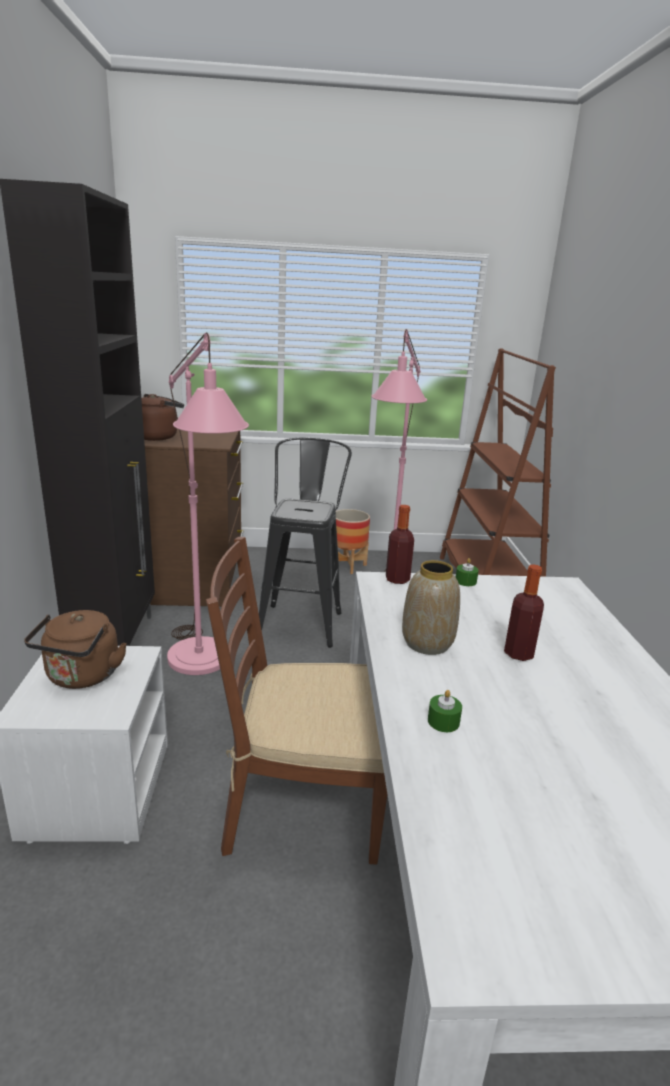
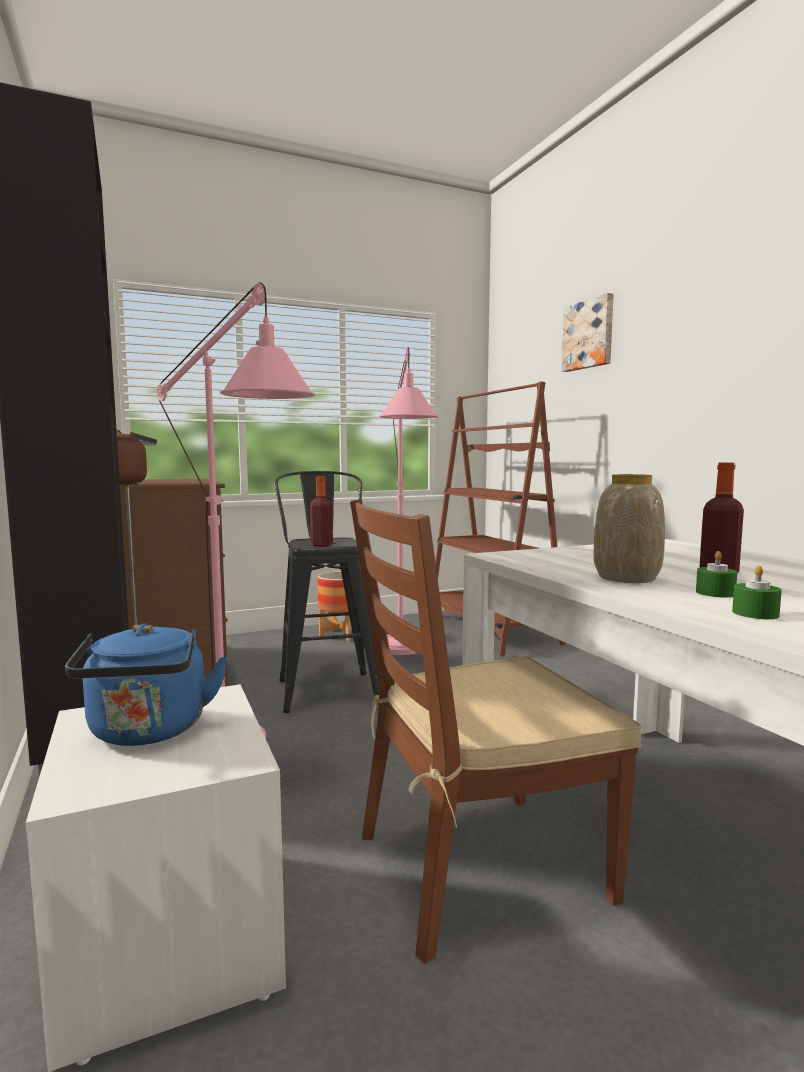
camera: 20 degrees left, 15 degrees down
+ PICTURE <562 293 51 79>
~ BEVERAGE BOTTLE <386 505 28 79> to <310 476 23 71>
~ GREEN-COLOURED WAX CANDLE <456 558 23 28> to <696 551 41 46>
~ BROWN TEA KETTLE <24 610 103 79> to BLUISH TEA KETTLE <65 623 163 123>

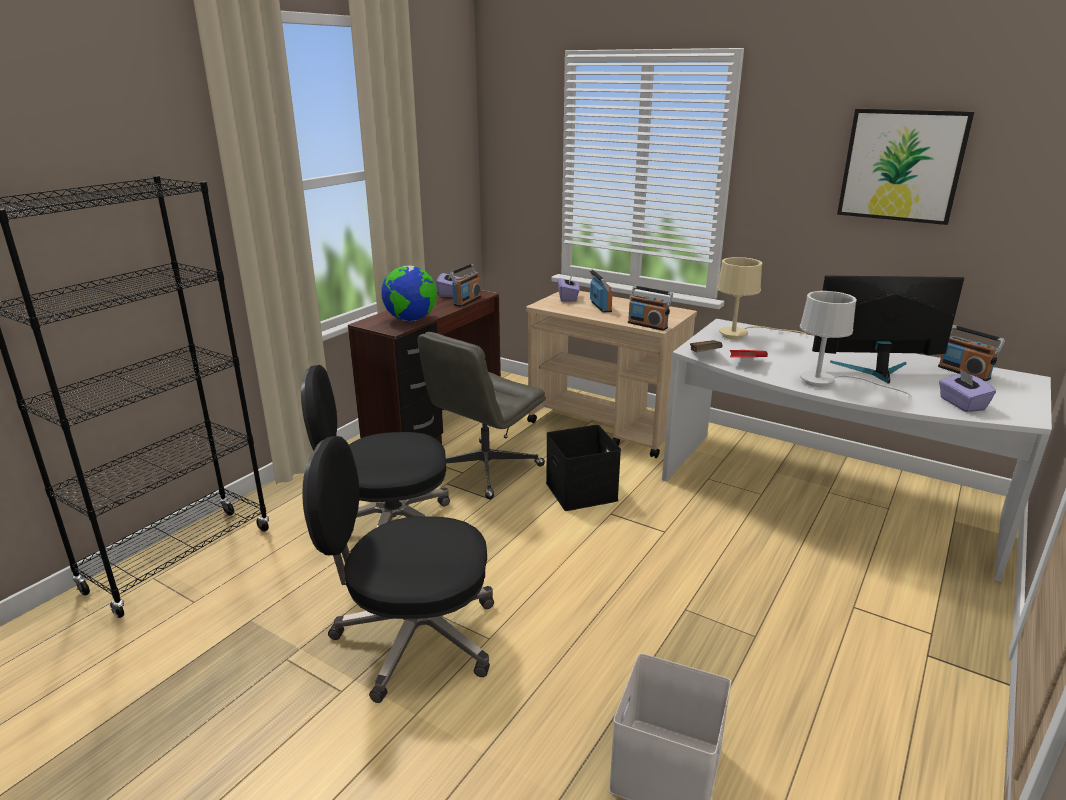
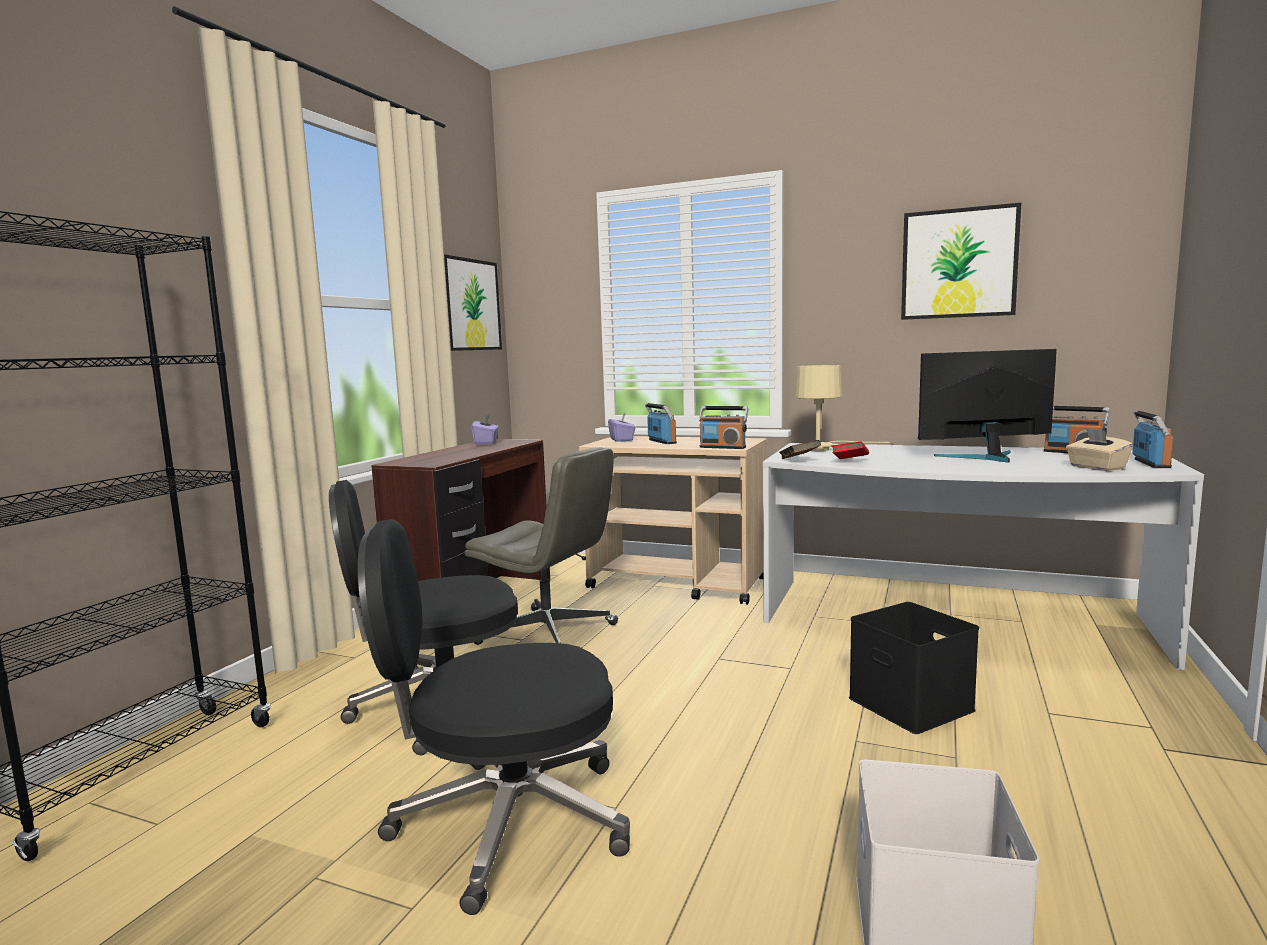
camera: 10 degrees left, 15 degrees down
- WORLD GLOBE <382 266 55 55>
- WHITE TABLETOP LAMP <800 291 112 106>
+ PICTURE <444 254 58 97>
~ RADIO SET <449 264 32 43> to <1132 411 42 57>
~ BLACKISH STORAGE CONTAINER <546 425 75 86> to <849 602 130 132>
~ PURPLE-COLOURED BOX OF TISSUES <939 369 57 43> to BEIGE-COLOURED BOX OF TISSUES <1066 428 67 43>
~ GREYISH OFFICE CHAIR <418 332 128 167> = <464 447 154 198> 90 degrees counterclockwise

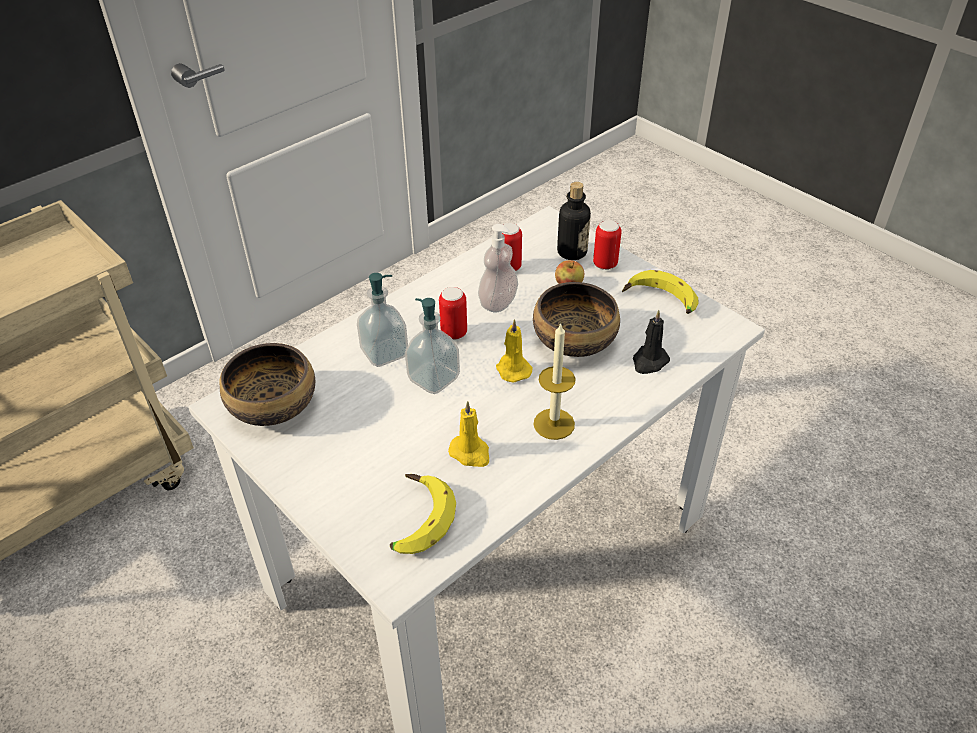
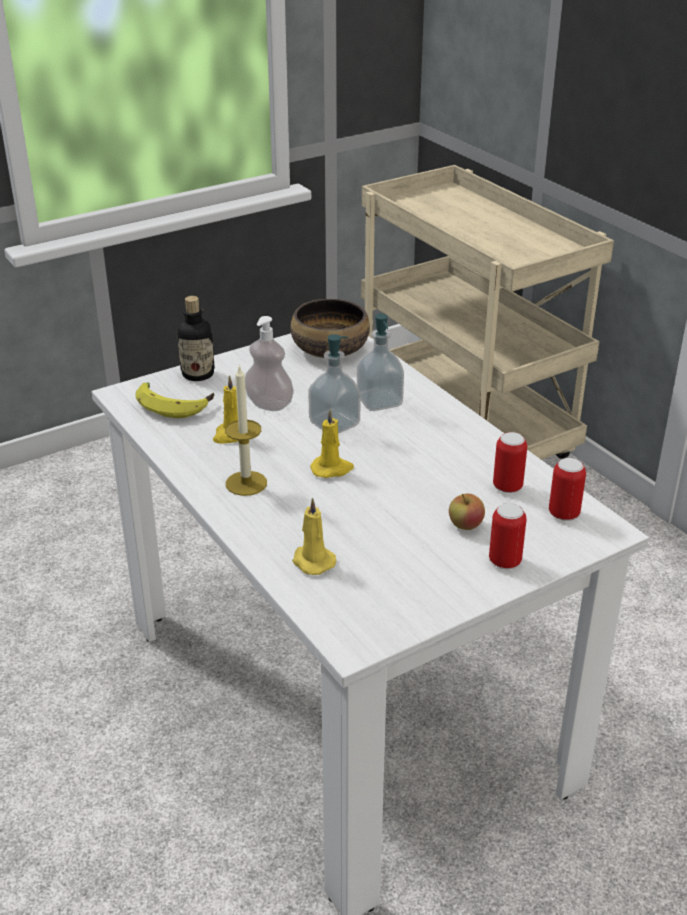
camera: 100 degrees right, 10 degrees down
- BOWL <533 282 87 75>
- BANANA FRUIT <622 270 77 44>
~ SEALED CAN <439 287 28 53> to <549 458 37 63>
~ SOAP BOTTLE <478 224 40 89> to <245 316 49 95>
~ BEVERAGE BOTTLE <557 182 34 78> to <177 296 38 85>
~ BLACKISH WAX CANDLE <633 310 37 64> to YELLOW-COLOURED WAX CANDLE <292 498 44 77>

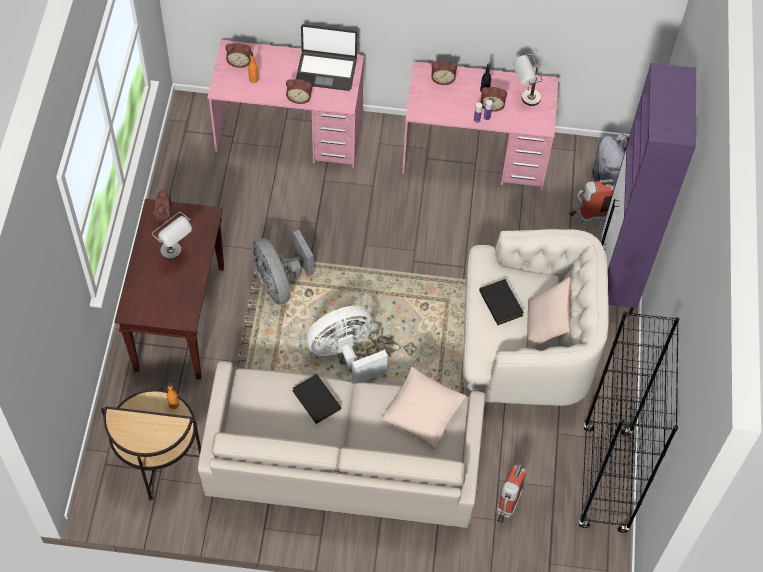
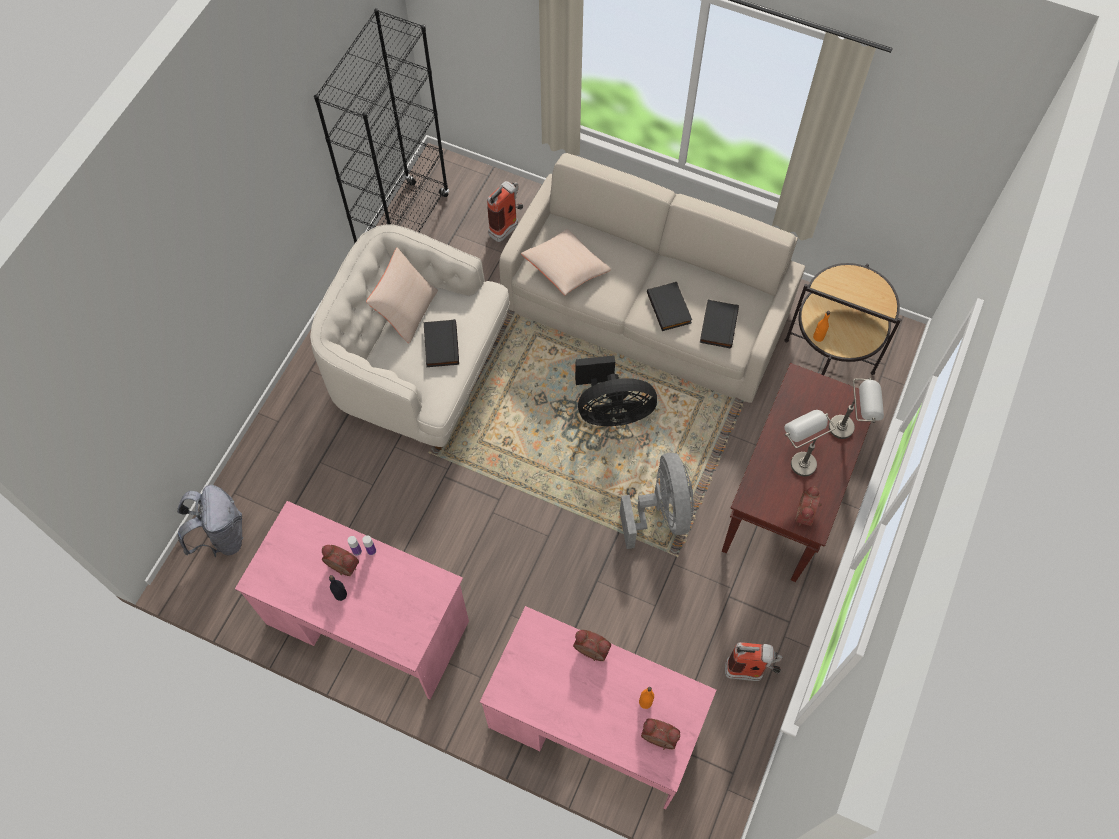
camera: 160 degrees left, 5 degrees up
- LAPTOP <296 24 61 67>
- ALARM CLOCK <431 60 26 25>
- PURPLE-COLOURED STORAGE CABINET <601 63 95 252>
+ BLACKISH BOOK <700 300 39 48>
~ GREYISH TABLETOP LAMP <513 54 30 52> to <829 378 55 61>
~ FIRE-FIGHTING CYLINDER <569 179 45 45> to <725 642 58 39>
~ WHITE ELECTRIC FAN <306 306 82 78> to BLACKISH ELECTRIC FAN <575 355 82 71>

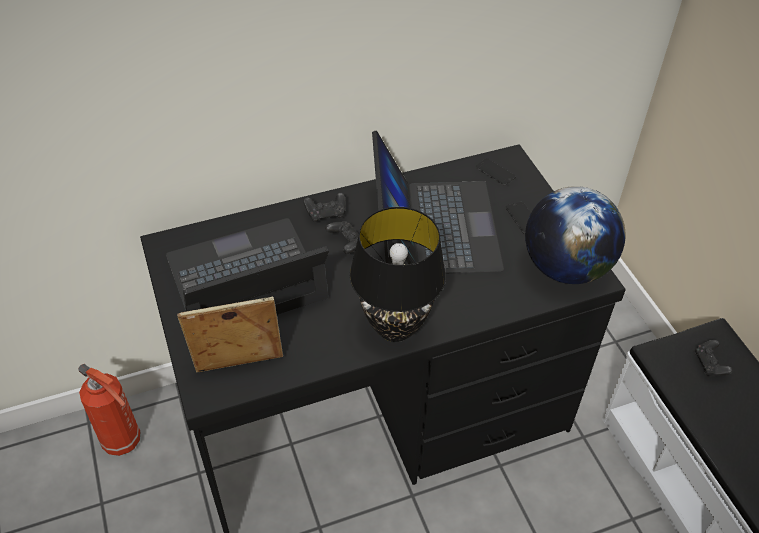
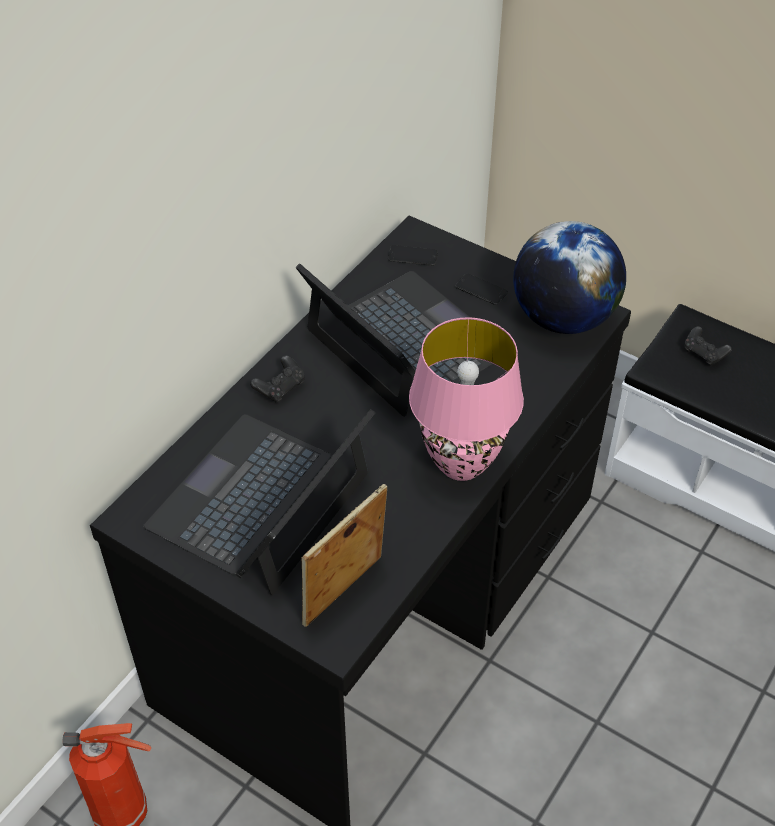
camera: 35 degrees left, 0 degrees up
- BLACKISH JOYPAD <325 221 34 33>
~ BLACKISH TABLETOP LAMP <350 207 96 135> to PINKISH TABLETOP LAMP <409 317 115 164>

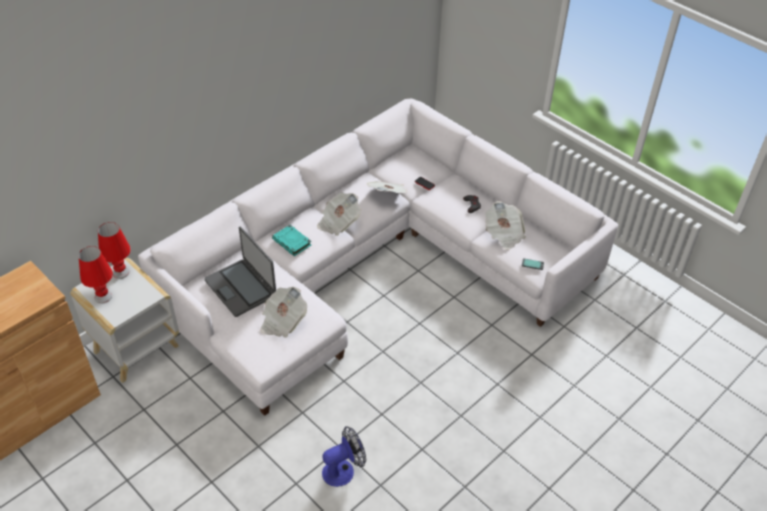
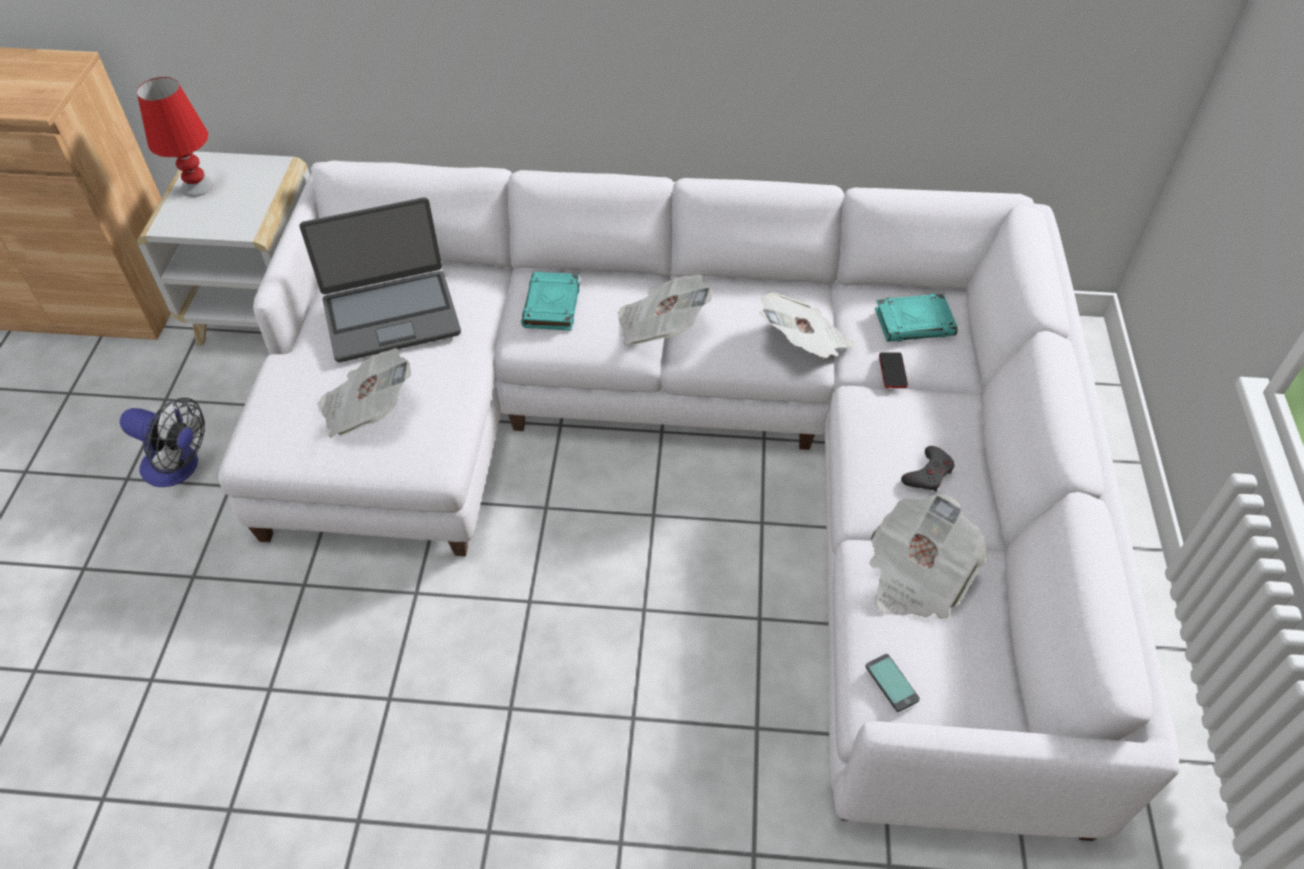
camera: 50 degrees right, 5 degrees up
- REDDISH TABLETOP LAMP <98 222 33 57>
+ TURQUOISE BOOK <875 294 83 48>
~ ELECTRIC FAN <322 426 44 61> to <120 398 85 89>
~ LAPTOP <204 227 72 90> = <300 197 161 165> 120 degrees counterclockwise

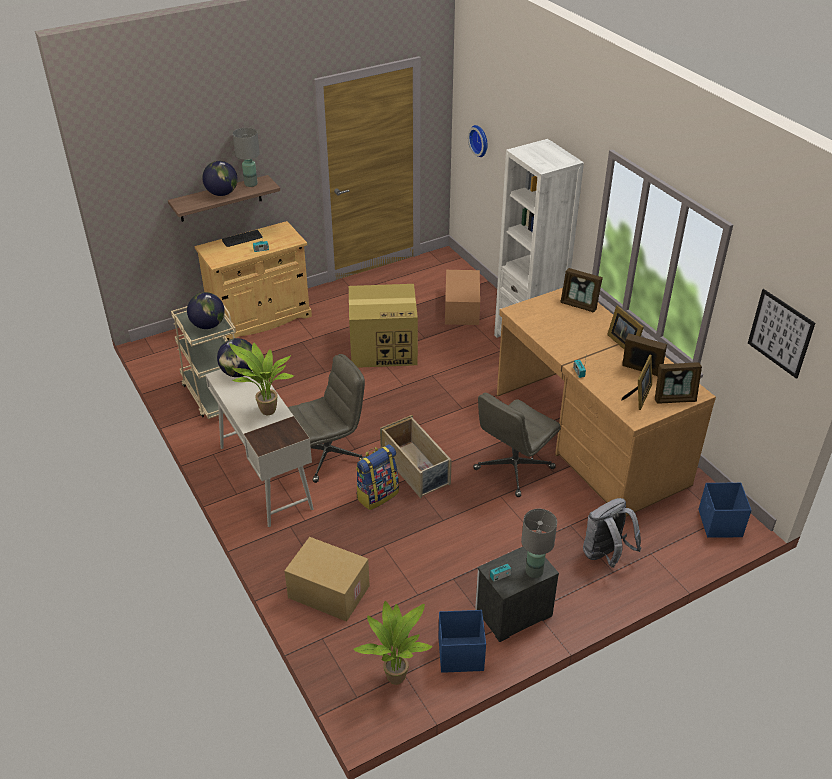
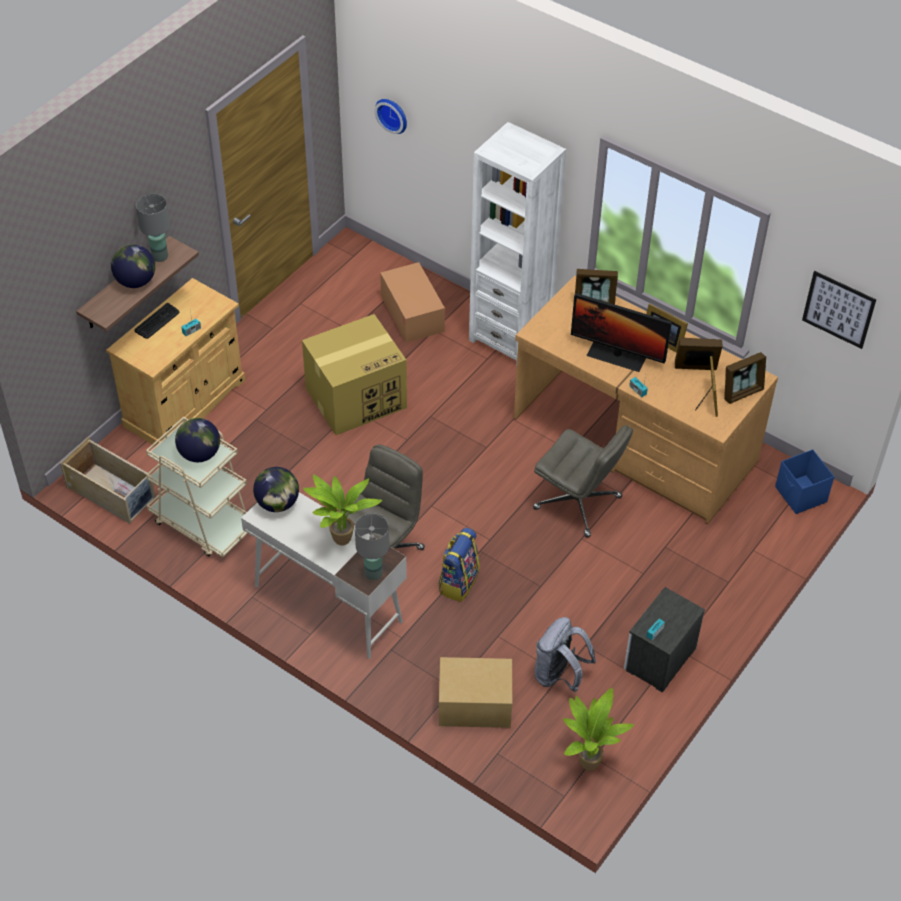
camera: 25 degrees left, 10 degrees up
- BLUISH STORAGE CONTAINER <438 610 48 63>
+ COMPUTER SCREEN <571 293 101 79>
~ BEIGE-COLOURED STORAGE CONTAINER <380 415 72 83> to <60 437 96 87>
~ GREYISH TABLETOP LAMP <521 509 36 69> to <355 513 34 67>
~ GREYISH BACKPACK <583 498 59 70> to <535 617 61 75>
~ GREYISH OFFICE CHAIR <473 393 88 104> = <533 425 100 112> 75 degrees counterclockwise

